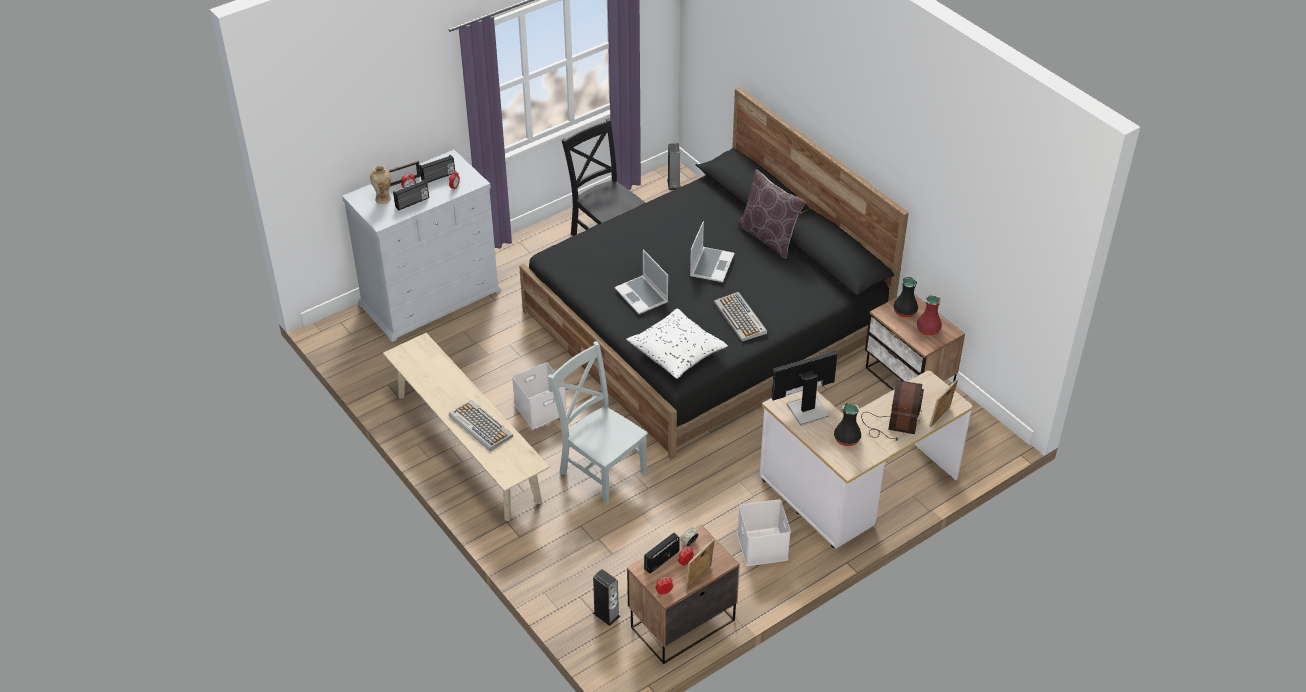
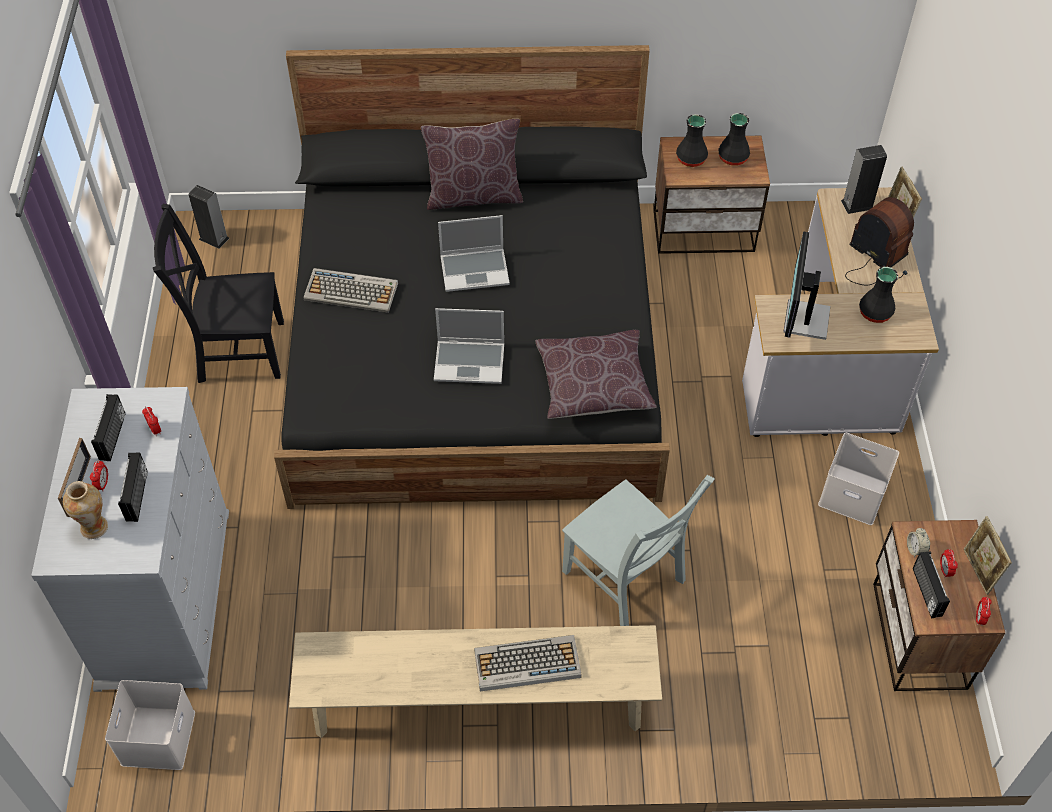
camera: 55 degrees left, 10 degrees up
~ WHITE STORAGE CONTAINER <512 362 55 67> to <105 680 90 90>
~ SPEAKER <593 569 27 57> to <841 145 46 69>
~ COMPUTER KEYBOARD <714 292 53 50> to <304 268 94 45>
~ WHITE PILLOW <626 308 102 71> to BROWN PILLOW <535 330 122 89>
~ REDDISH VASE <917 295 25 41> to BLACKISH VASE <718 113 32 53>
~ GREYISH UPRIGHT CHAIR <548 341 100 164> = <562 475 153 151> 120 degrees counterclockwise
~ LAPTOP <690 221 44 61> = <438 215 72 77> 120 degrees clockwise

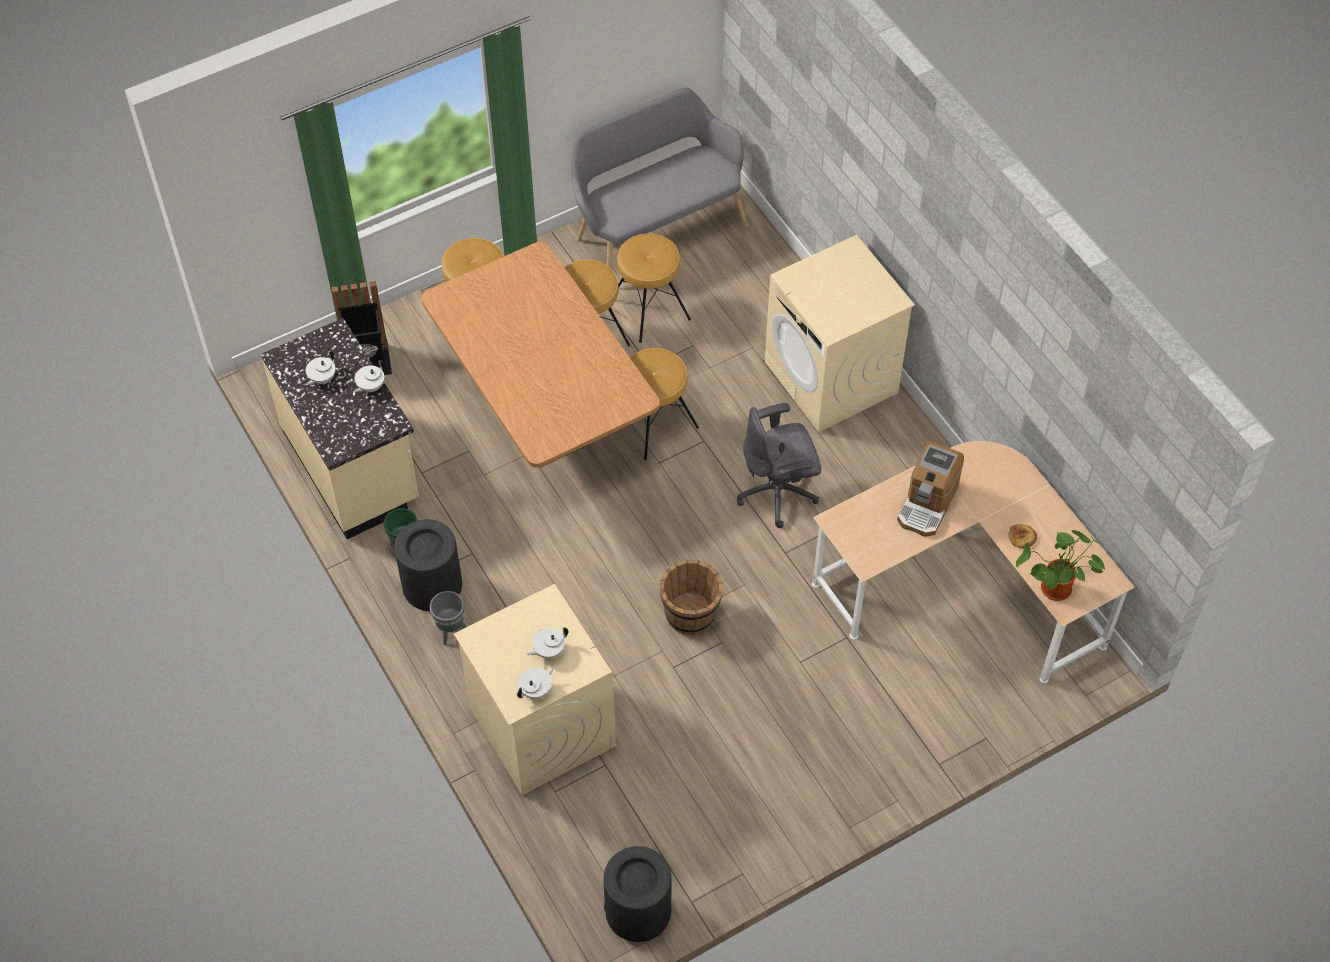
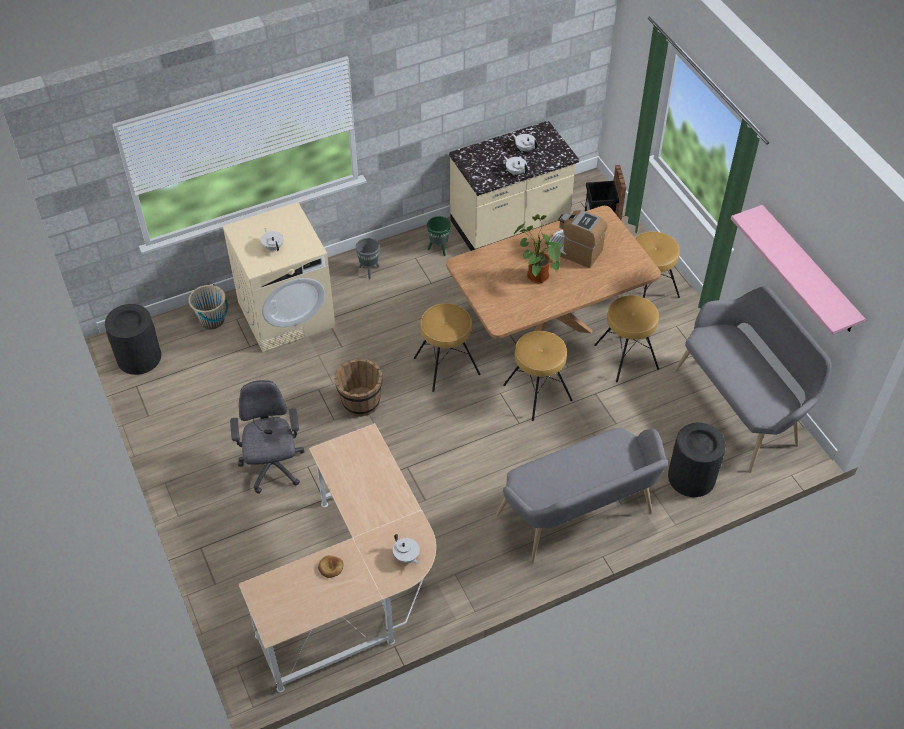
camera: 95 degrees right, 5 degrees down
+ BEIGE-COLOURED WATER BUCKET <189 284 39 45>
+ PINKISH SHELF <731 205 134 130>
~ BLACKISH RUBBISH BIN <394 519 68 92> to <668 423 58 74>
~ WHITE TEAPOT <517 666 38 33> to <393 534 27 30>
~ BROWN STOOL <617 233 74 110> to <414 303 66 89>
~ GREYISH OFFICE CHAIR <737 403 84 125> to <230 380 75 114>
~ COFFEE MAKER <897 441 67 96> to <547 210 61 58>
~ PLANT IN A POT <1016 530 90 71> to <514 214 47 69>
~ BEIGE-COLOURED LAUNDRY APPLIANCE <765 235 150 197> to GREYISH INDOOR BENCH <496 427 172 137>

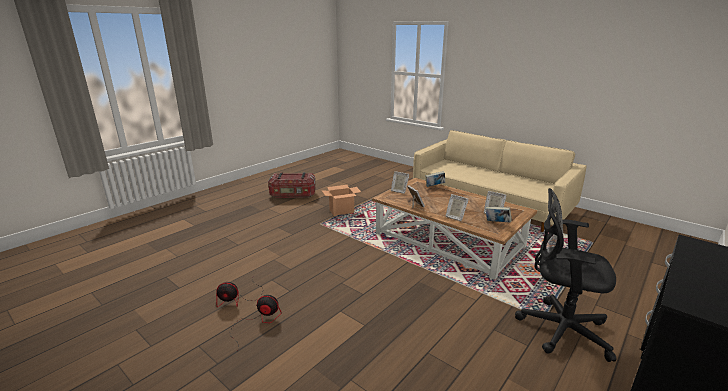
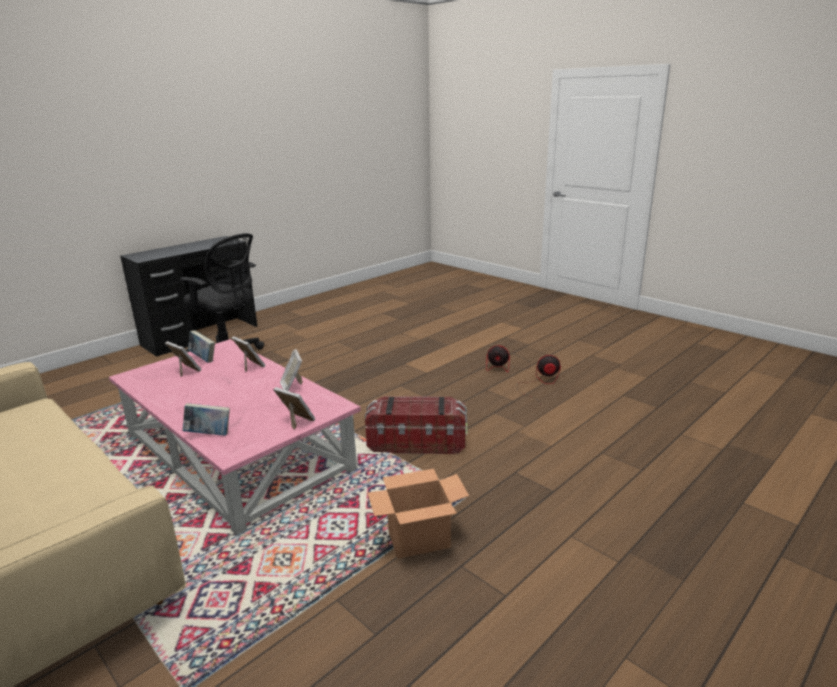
camera: 175 degrees left, 0 degrees up
~ STORAGE CONTAINER <268 172 48 26> to <365 396 103 58>
~ BROWN LOUNGE TABLE <372 178 165 102> to PINKISH LOUNGE TABLE <109 339 252 196>

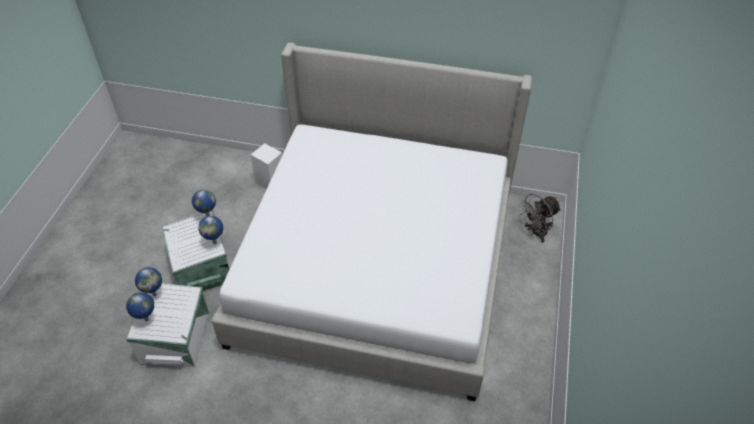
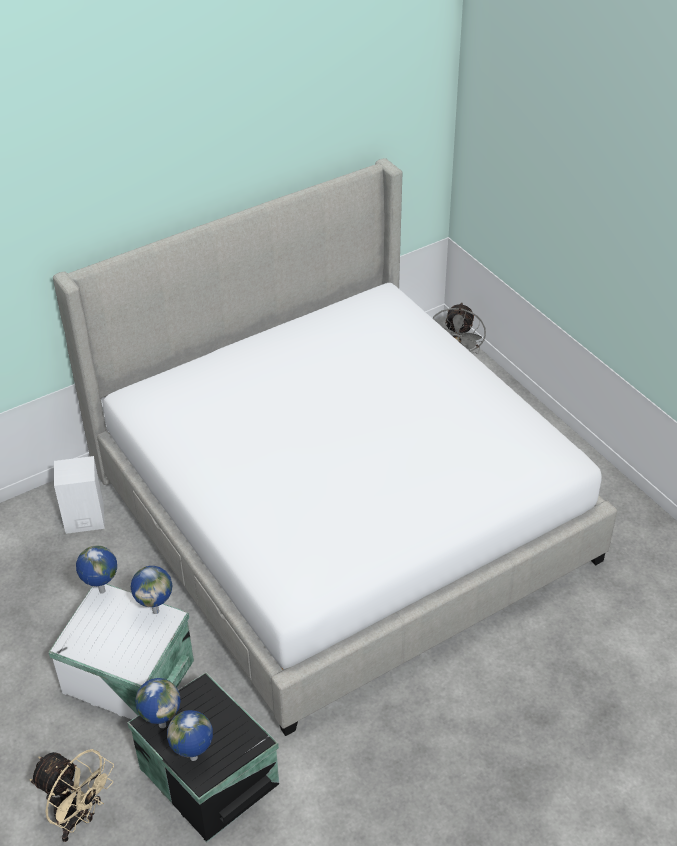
camera: 45 degrees left, 5 degrees down
+ BEIGE-COLOURED ELECTRIC FAN <29 749 85 93>
~ WHITE STORAGE CONTAINER <126 283 83 84> to BLACKISH STORAGE CONTAINER <128 673 151 169>

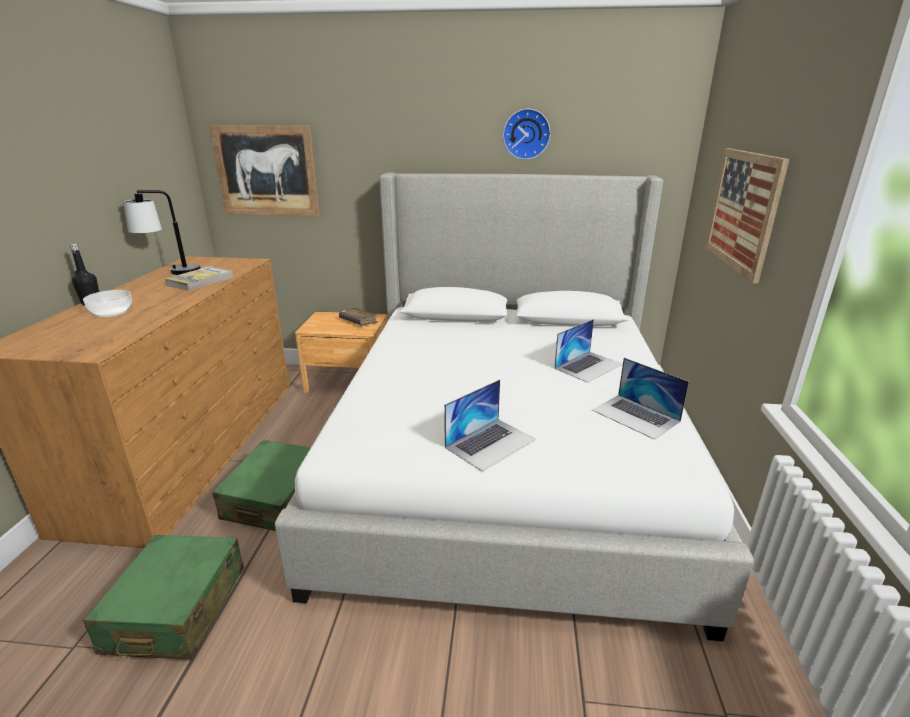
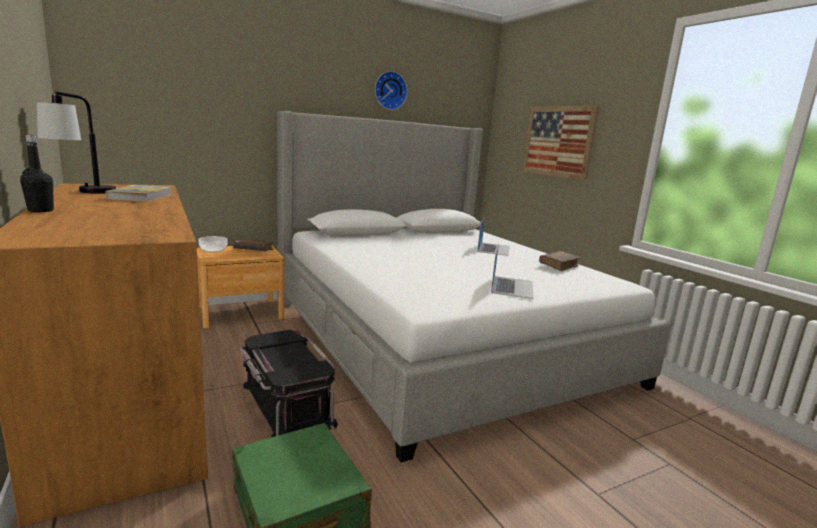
camera: 35 degrees left, 10 degrees down
- PICTURE <209 125 111 92>
~ BOWL <83 290 49 27> to <198 236 30 16>
~ GREEN-COLOURED PIECE OF LUGGAGE <212 440 98 91> to BLACKISH STORAGE CONTAINER <240 330 98 107>
~ LAPTOP <592 358 97 82> to BROWN BOOK <539 251 42 20>

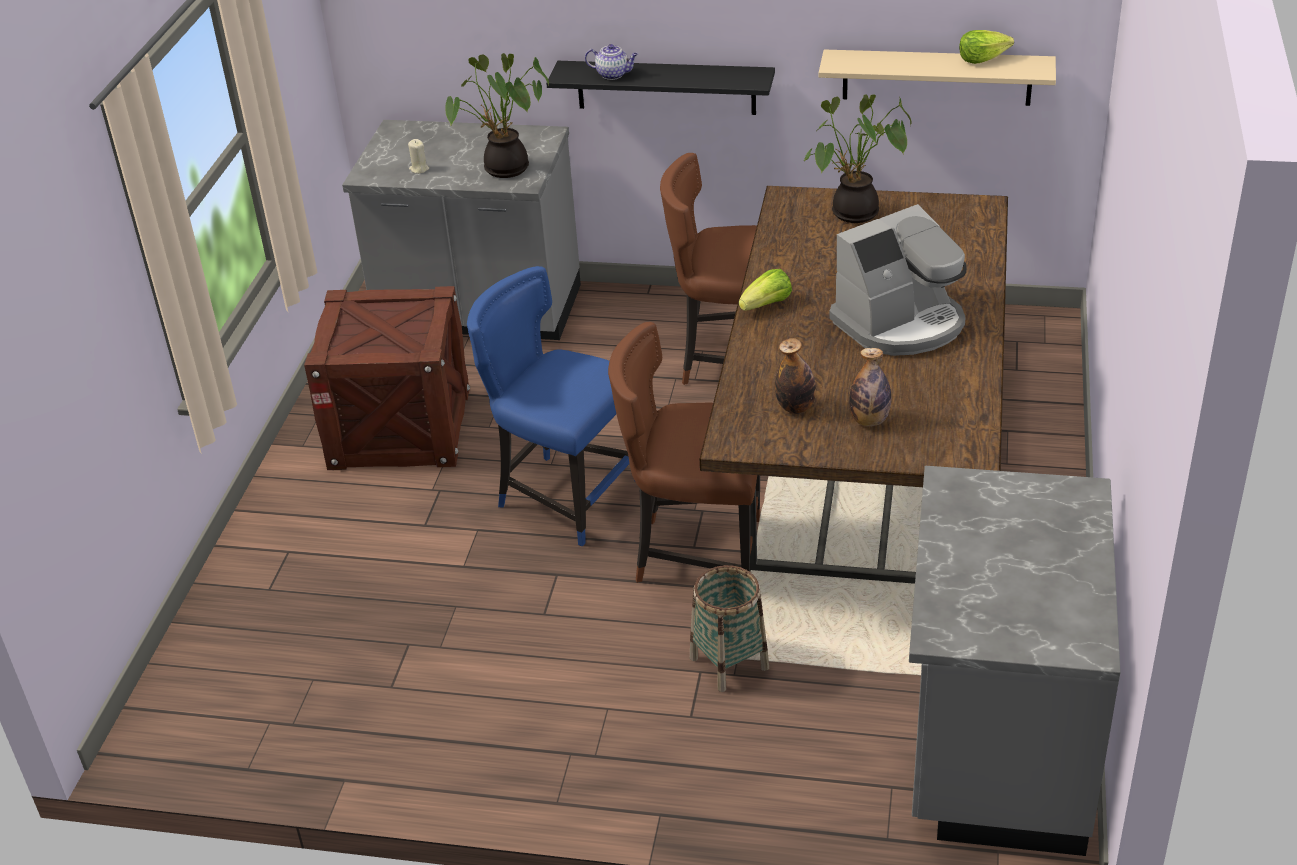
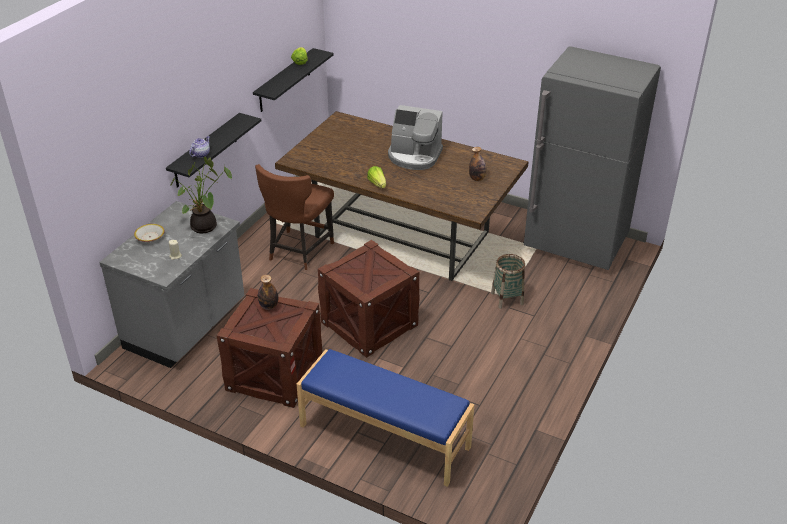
camera: 75 degrees left, 0 degrees up
- BROWN UPRIGHT CHAIR <608 322 152 261>
- PLANT IN A POT <803 94 109 129>
+ BOWL <134 224 31 18>
+ BLUISH INDOOR BENCH <297 349 177 138>
~ BEVERAGE BOTTLE <775 338 41 76> to <258 275 20 35>
~ BLUISH UPRIGHT CHAIR <467 266 168 280> to CRATE <318 240 101 118>
~ GREYISH COUNTER <909 466 212 390> to GREYISH REFRIGERATOR <524 46 137 224>
~ BEIGE-COLOURED SHELF <819 49 237 57> to BLACKISH SHELF <253 48 81 64>
~ COFFEE MAKER <829 204 138 152> = <388 105 55 65> 120 degrees clockwise

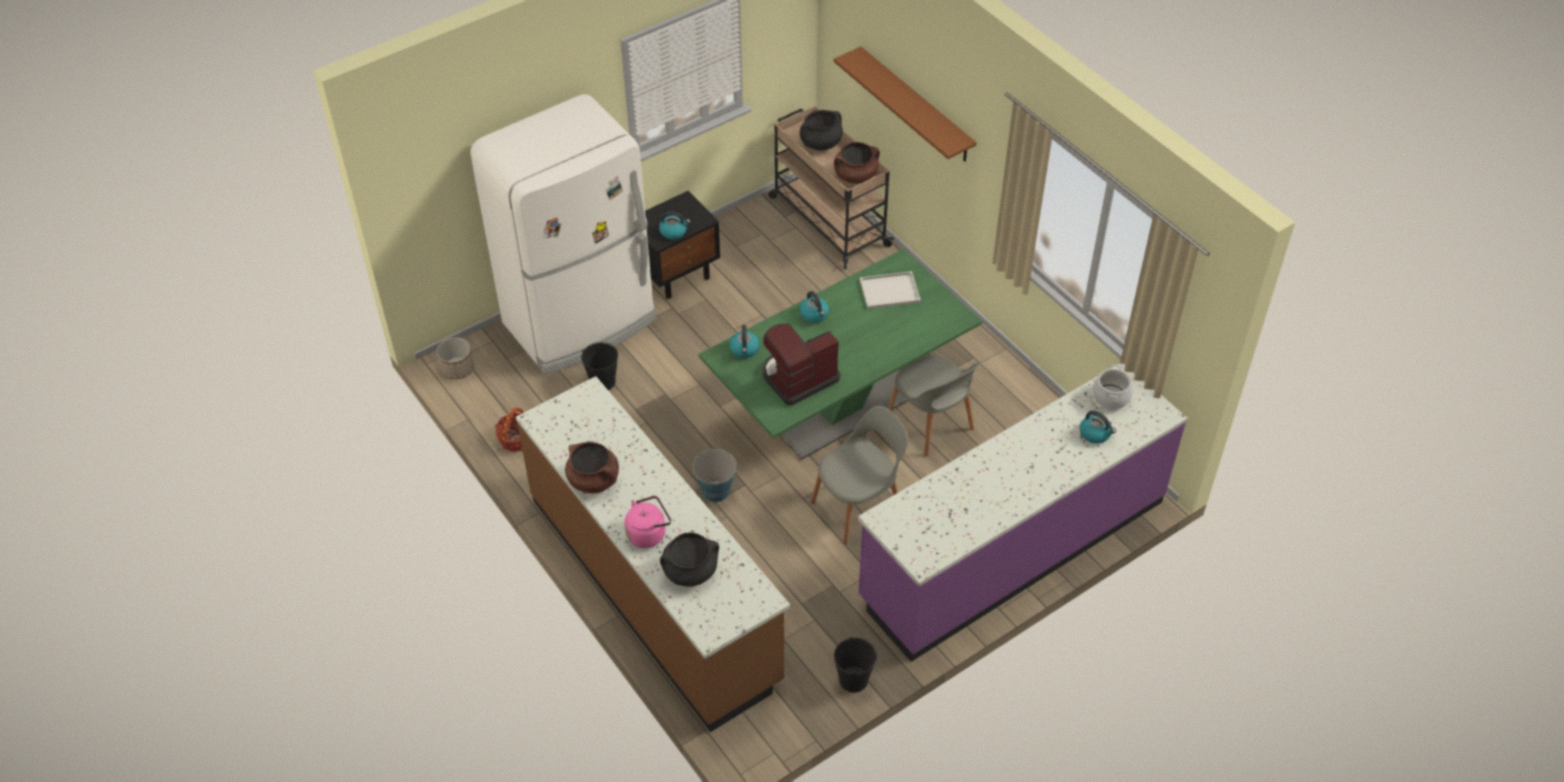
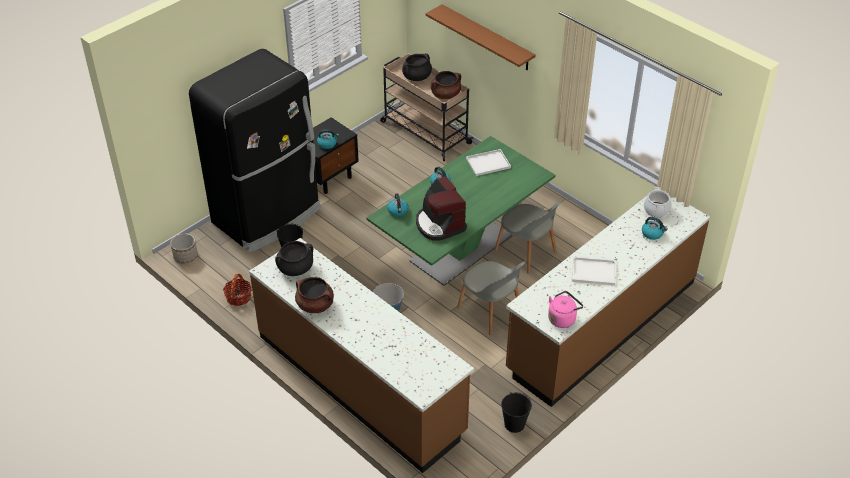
camera: 10 degrees left, 5 degrees down
+ WHITE CARRYING TRAY <572 257 43 28>
~ PINKISH TEA KETTLE <625 496 46 52> to <548 291 35 37>
~ BLACKISH COOKING POT <660 532 59 55> to <275 241 38 35>
~ WHITE REFRIGERATOR <470 94 186 280> to BLACKISH REFRIGERATOR <189 49 131 203>
~ PURPLE-COLOURED COUNTER <858 363 330 299> to BROWN COUNTER <506 188 204 219>
~ COFFEE MAKER <762 323 78 82> = <416 176 51 65> 75 degrees counterclockwise
~ GREYISH UPRIGHT CHAIR <811 406 97 139> = <457 261 69 74> 90 degrees clockwise

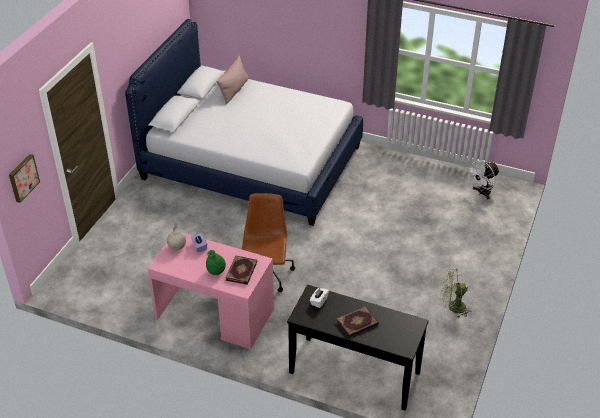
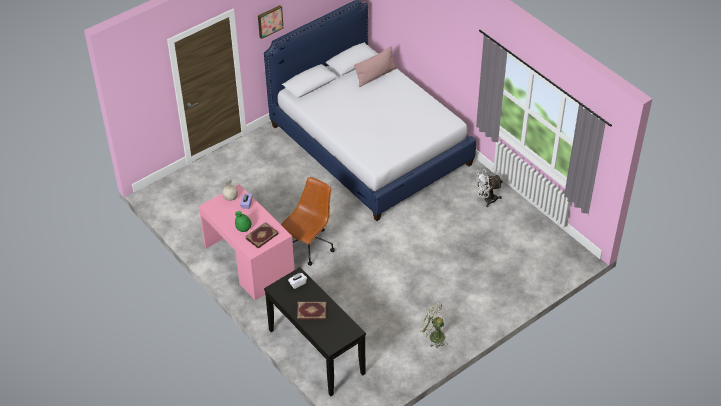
camera: 30 degrees right, 5 degrees up
~ PICTURE <9 154 31 49> to <258 5 25 34>
~ WHITE ELECTRIC FAN <467 160 33 39> to <476 169 27 38>

